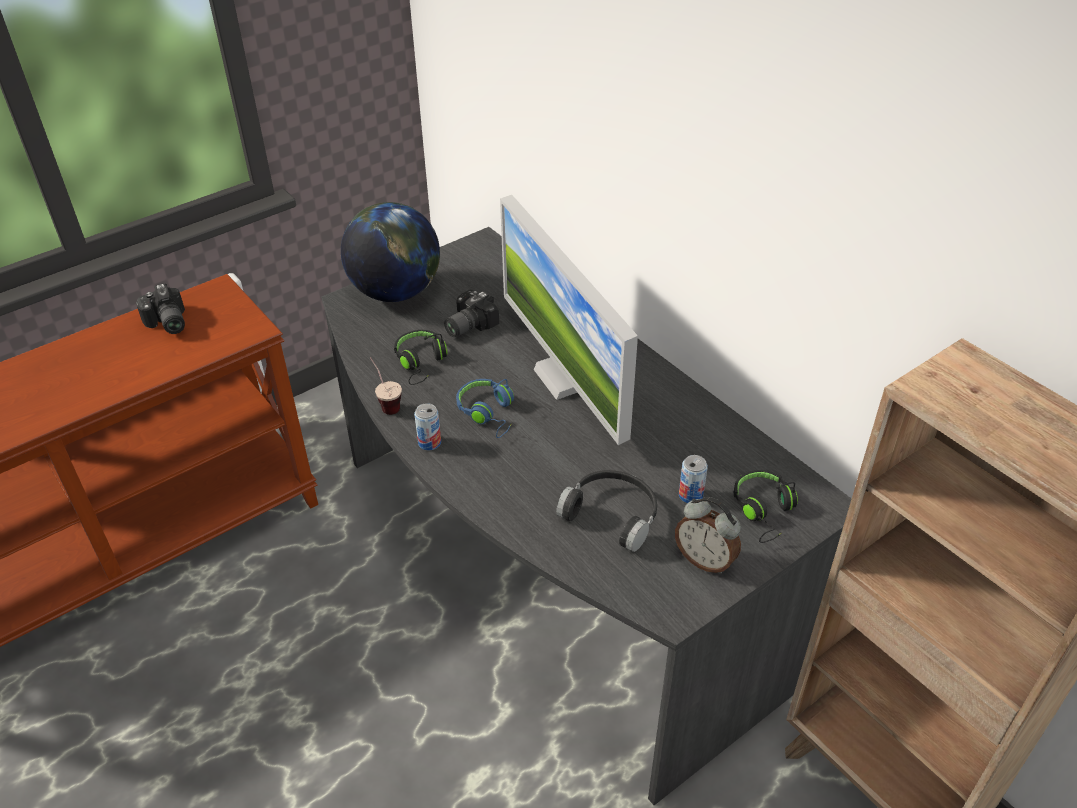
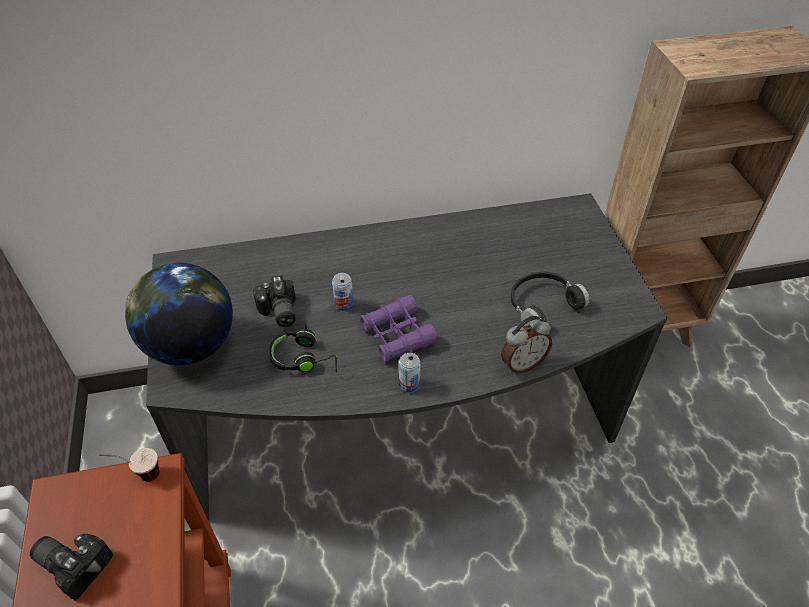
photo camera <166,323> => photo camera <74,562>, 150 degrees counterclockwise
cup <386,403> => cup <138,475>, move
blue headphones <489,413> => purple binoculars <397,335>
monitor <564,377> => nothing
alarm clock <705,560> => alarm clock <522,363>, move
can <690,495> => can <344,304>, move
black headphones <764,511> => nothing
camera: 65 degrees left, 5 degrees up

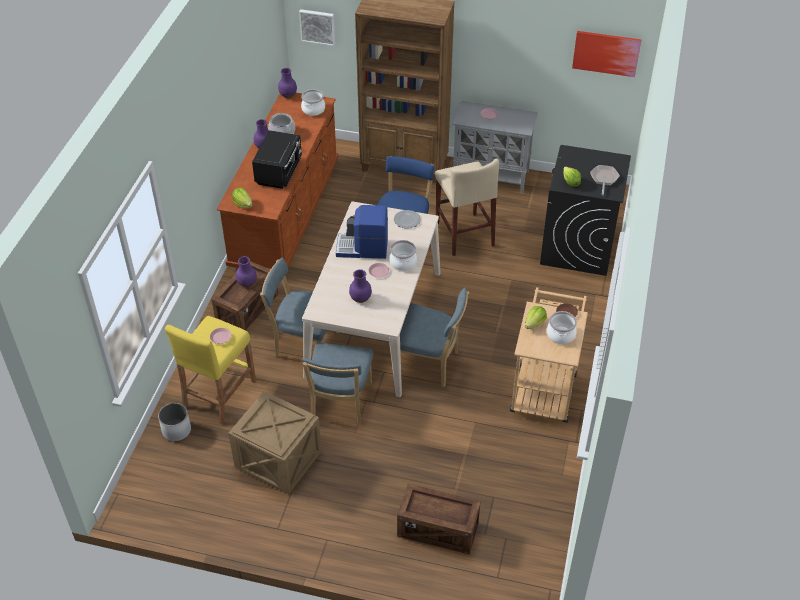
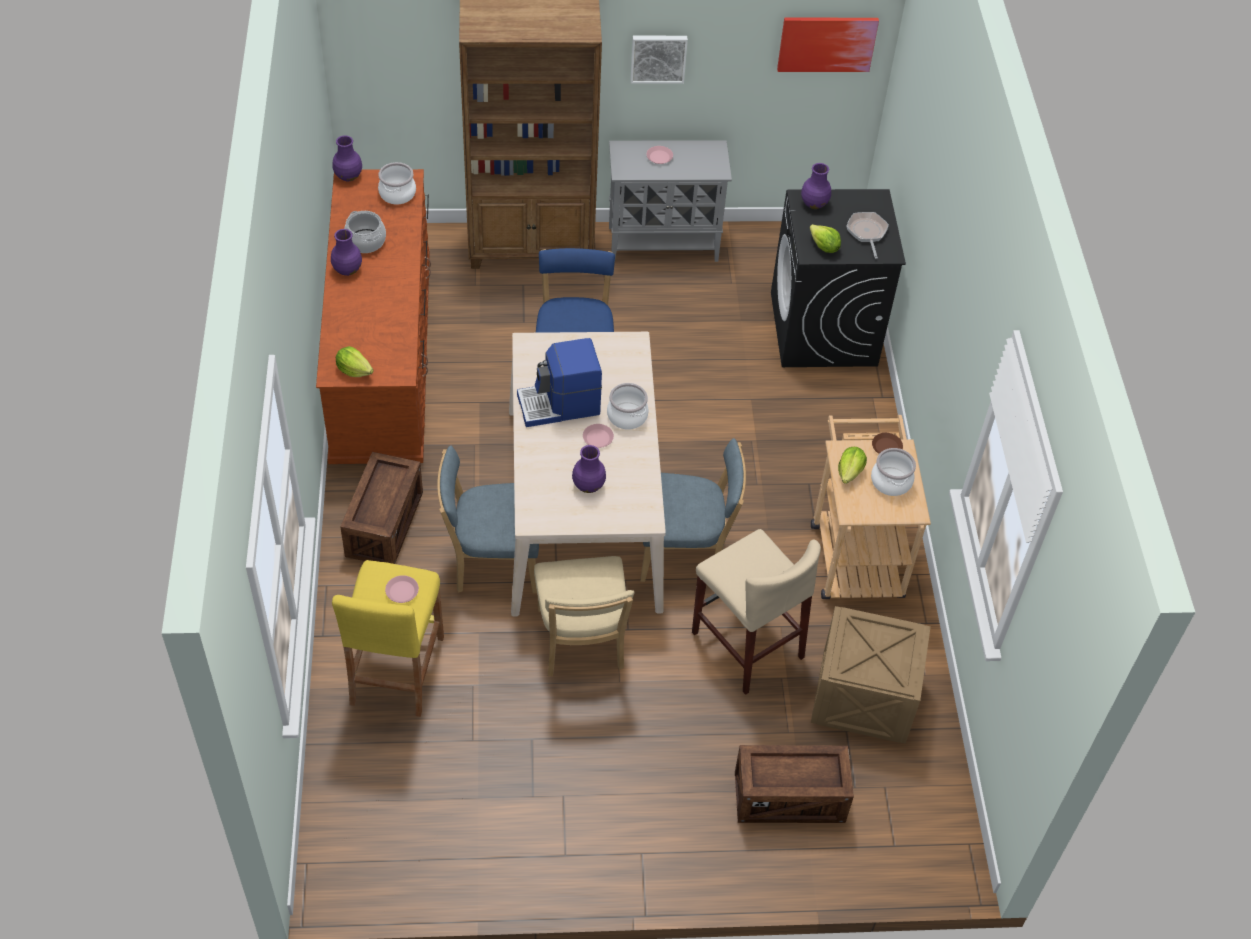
white planter <177,430> => nothing
crate <279,460> => crate <865,698>, move
purple vase <246,283> => purple vase <813,204>, move
black microwave <279,172> => nothing
picture <317,26> => picture <658,57>, move
blue chair <340,404> => beige chair <581,643>
plate <407,220> => nothing
beige stool <464,234> => beige stool <747,645>, move
camera: 20 degrees left, 5 degrees up

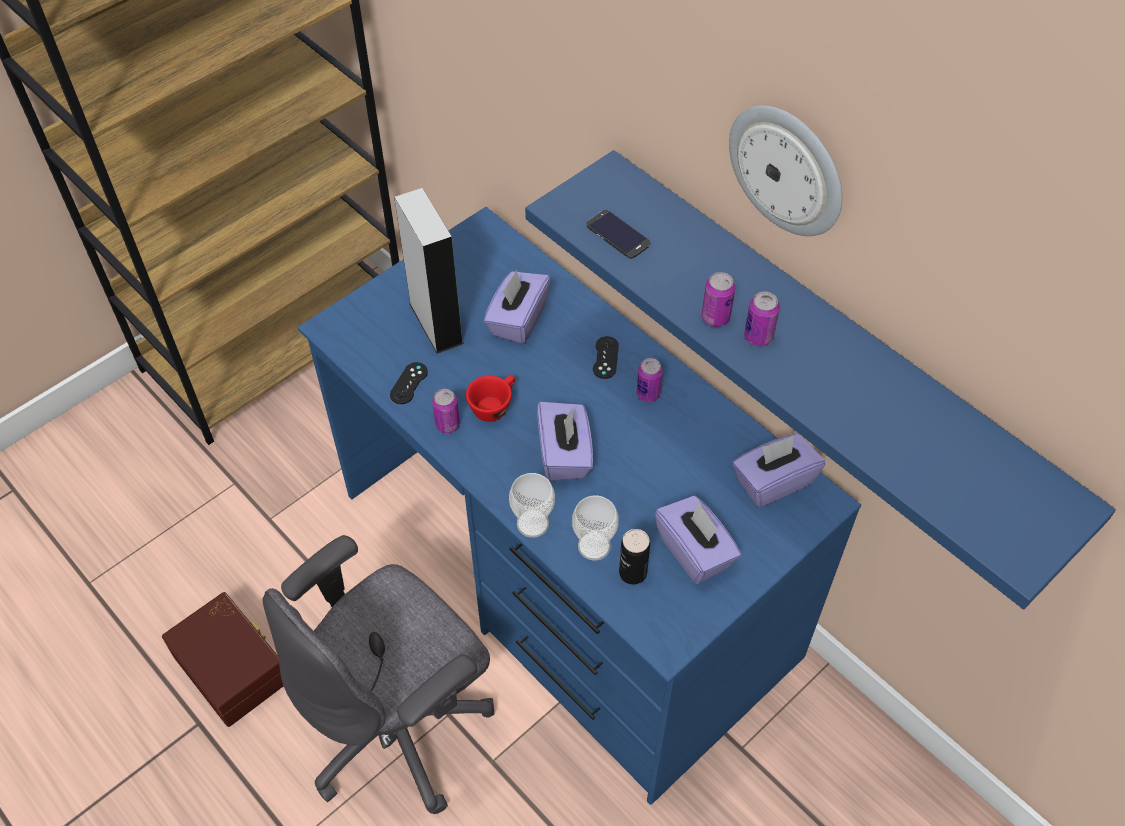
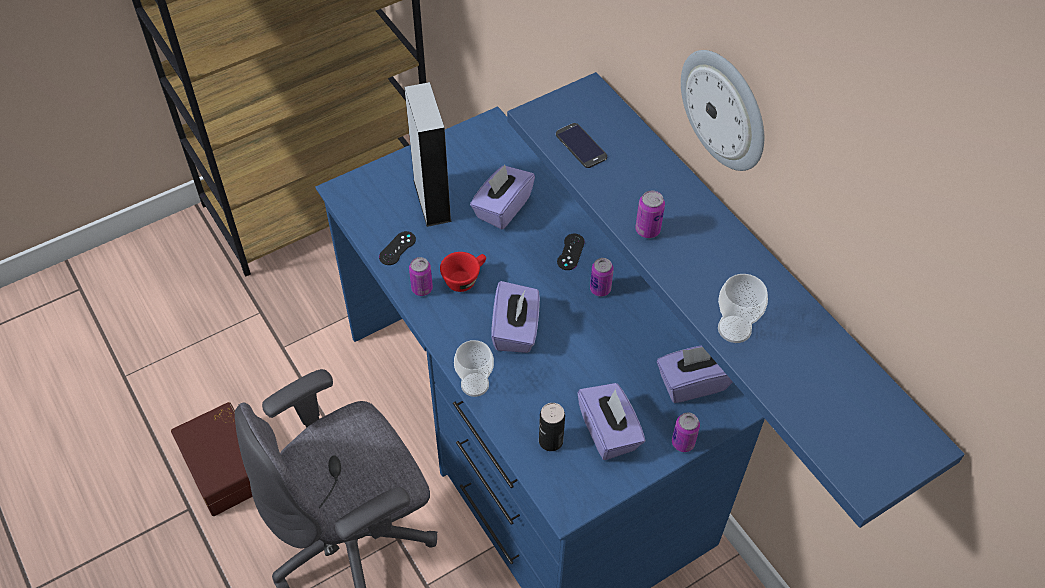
cup <594,546> => cup <734,329>, move
can <758,337> => can <683,443>, move
camera: 10 degrees right, 0 degrees up

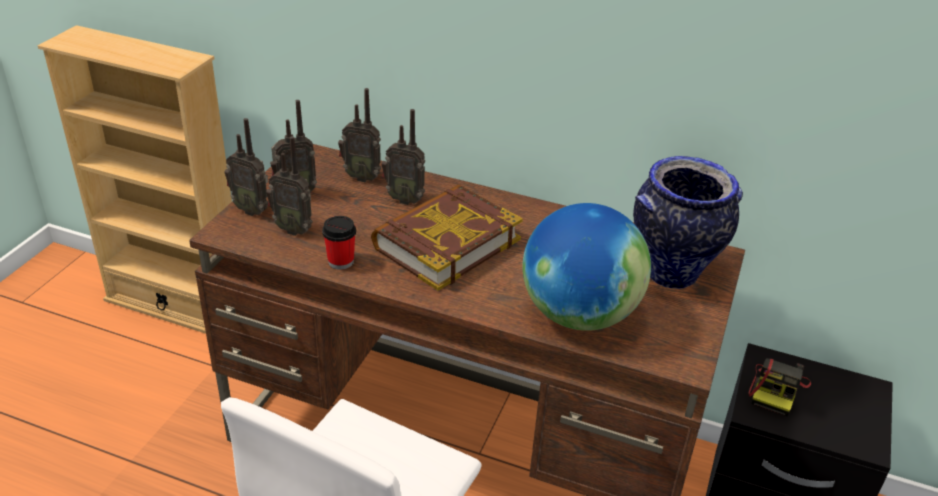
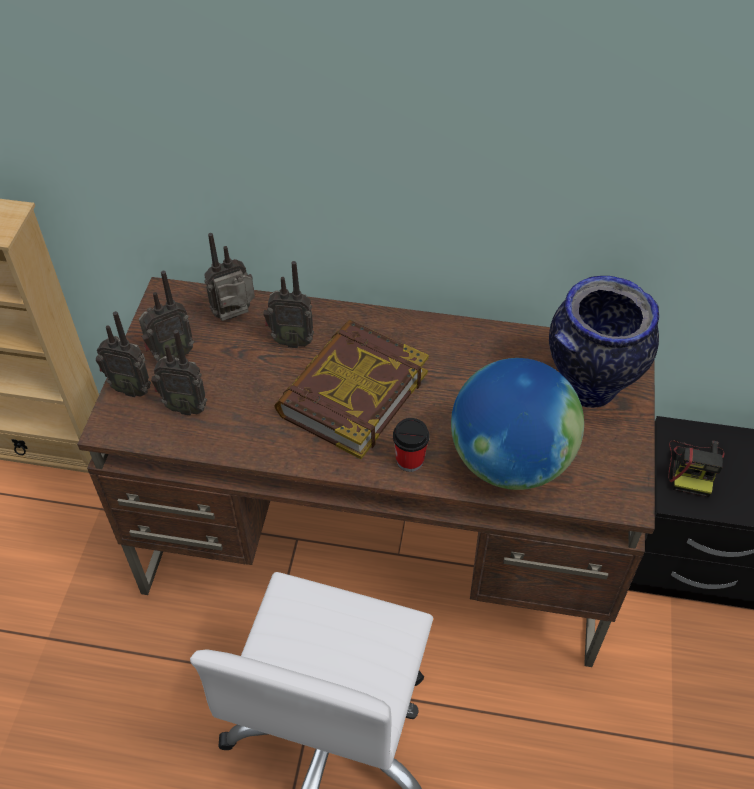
cup <341,261> => cup <410,460>, move
radio <362,177> => radio <236,317>, 150 degrees clockwise
camera: 10 degrees left, 15 degrees up

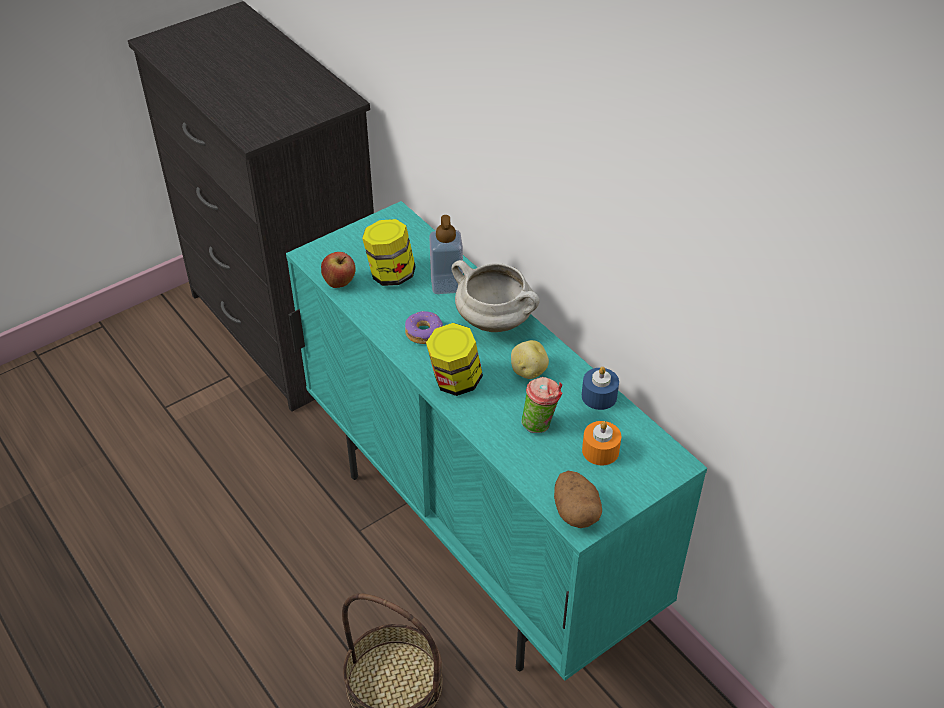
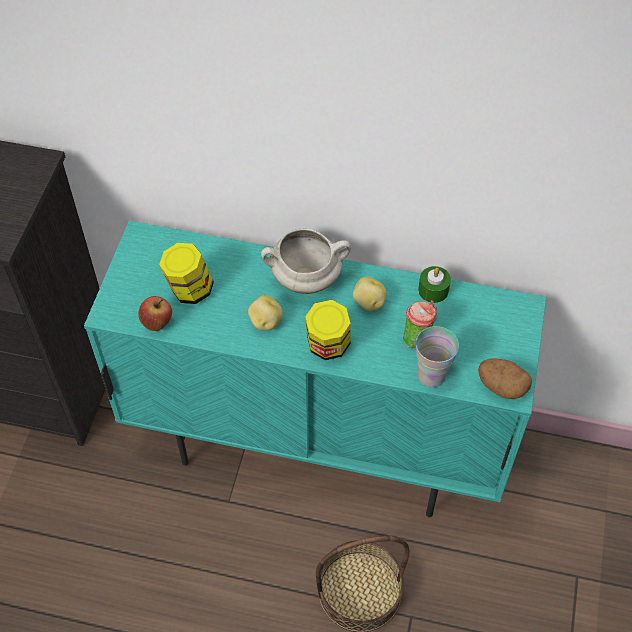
donut <424,332> => potato <265,322>
soap dispenser <446,284> => nothing
blue candle <599,396> => green candle <433,290>
orange candle <600,451> => nothing
nothing => cup <431,375>
camera: 40 degrees left, 10 degrees up

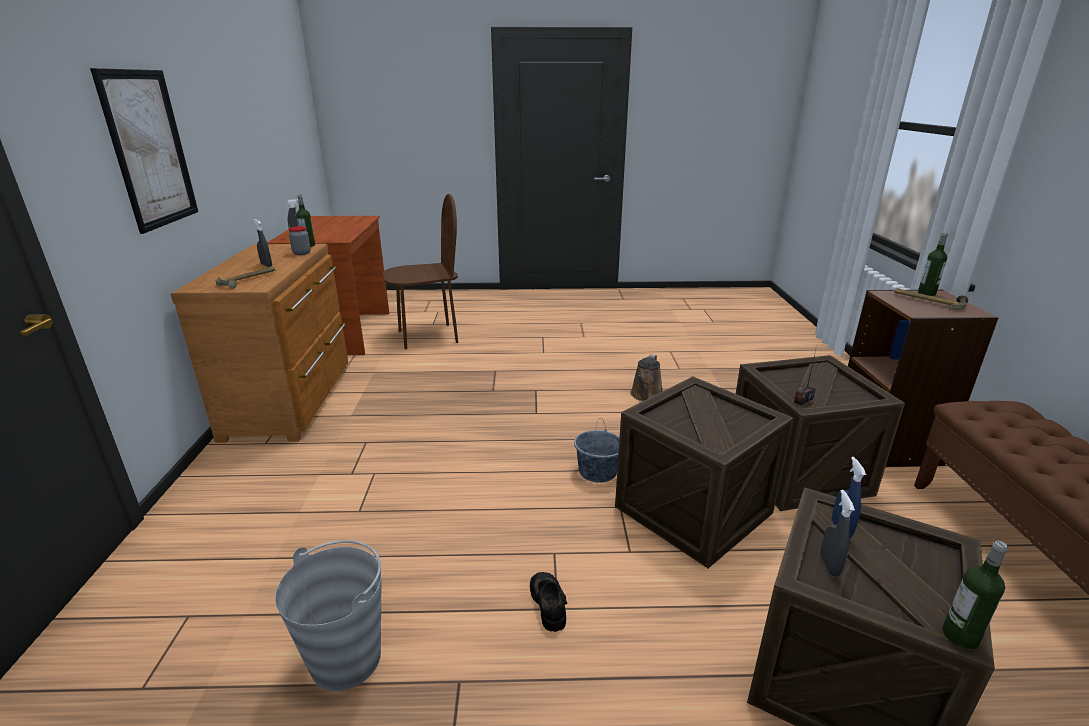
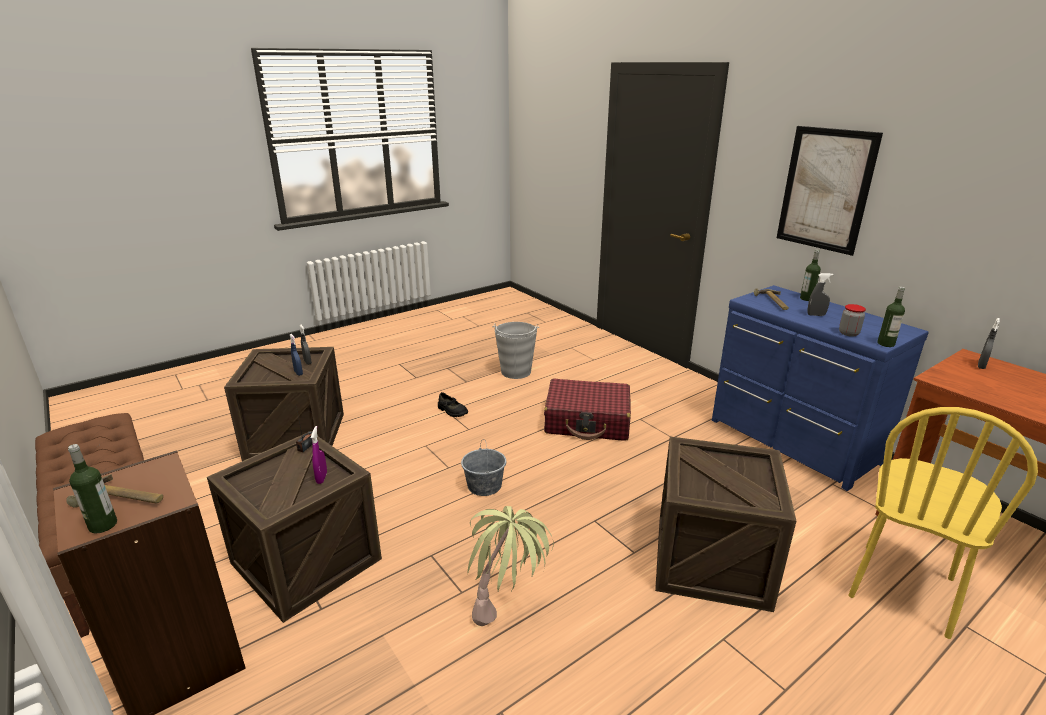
brown dresser <293,399> => blue dresser <792,442>
brown chair <428,336> => yellow chair <903,588>
crate <693,510> => crate <711,560>, move
brown watering can <646,395> => potted plant <508,608>
bottle <960,636> => bottle <806,298>, move
nothing => purple spray bottle <321,478>
nothing => red suitcase <587,421>
camera: 145 degrees right, 0 degrees up

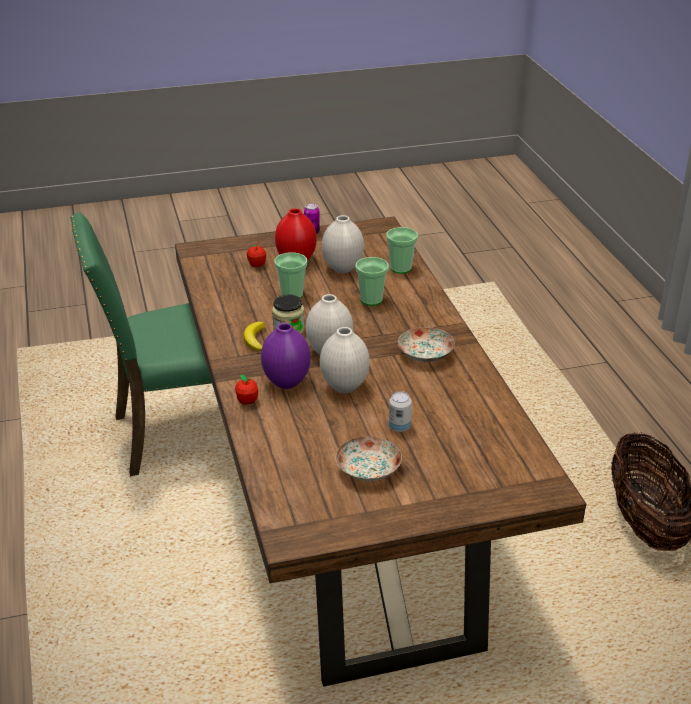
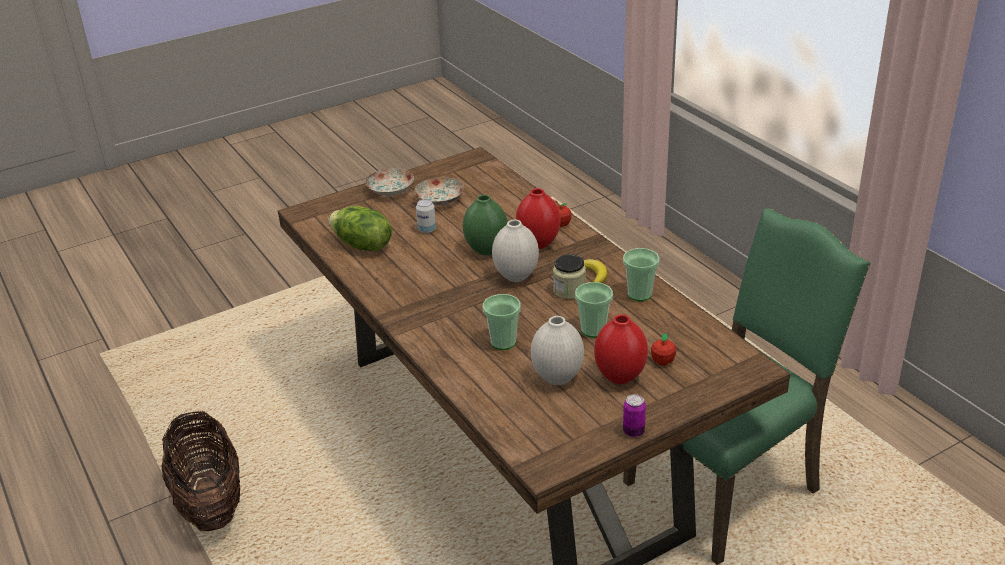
purple vase <286,383> => red vase <538,243>
white vase <345,387> => green vase <485,250>
cup <400,268> => cup <639,294>, move
plate <425,354> => plate <390,190>, move
nothing => lettuce <362,245>
camera: 165 degrees right, 0 degrees up

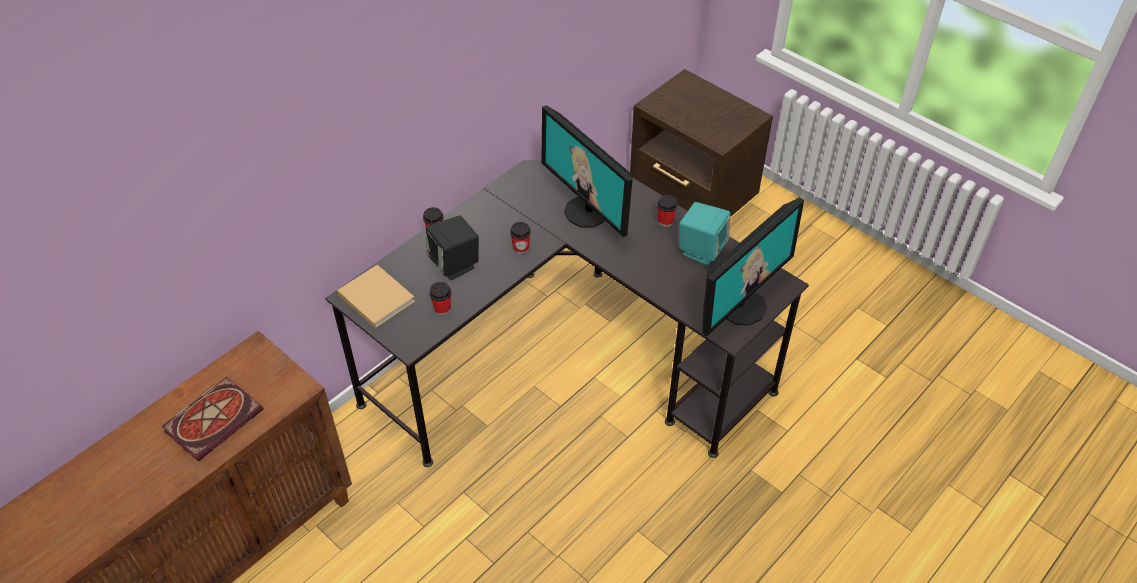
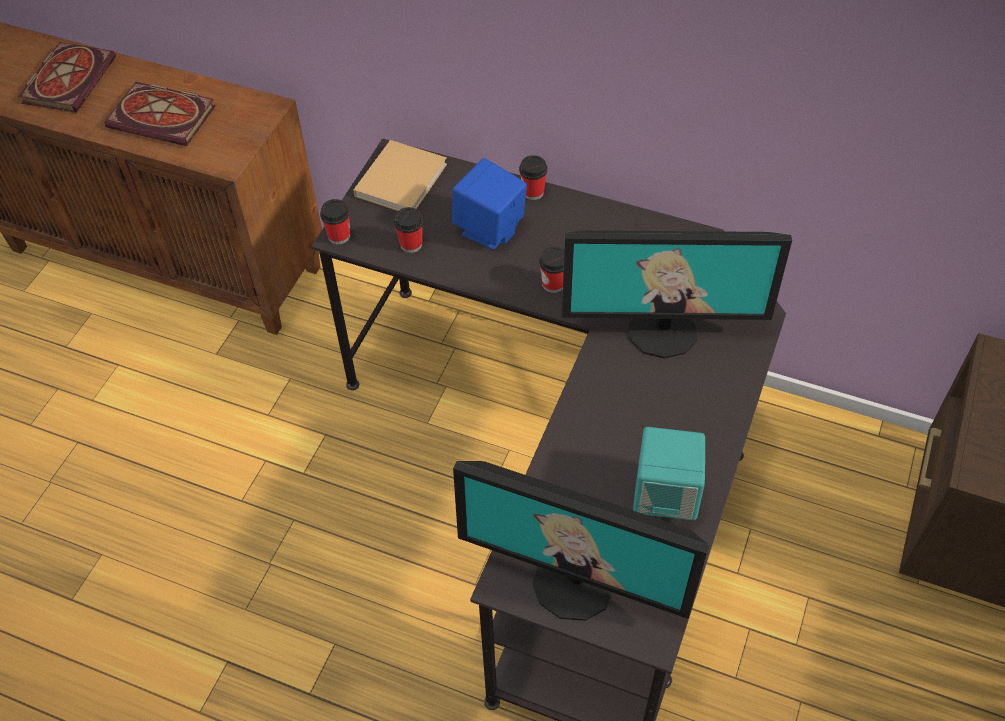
black speaker <455,264> => blue speaker <490,230>
monitor <586,212> => monitor <663,331>, 120 degrees counterclockwise
cup <665,221> => cup <339,236>, move
nothing => book <69,79>
camera: 70 degrees right, 5 degrees up

